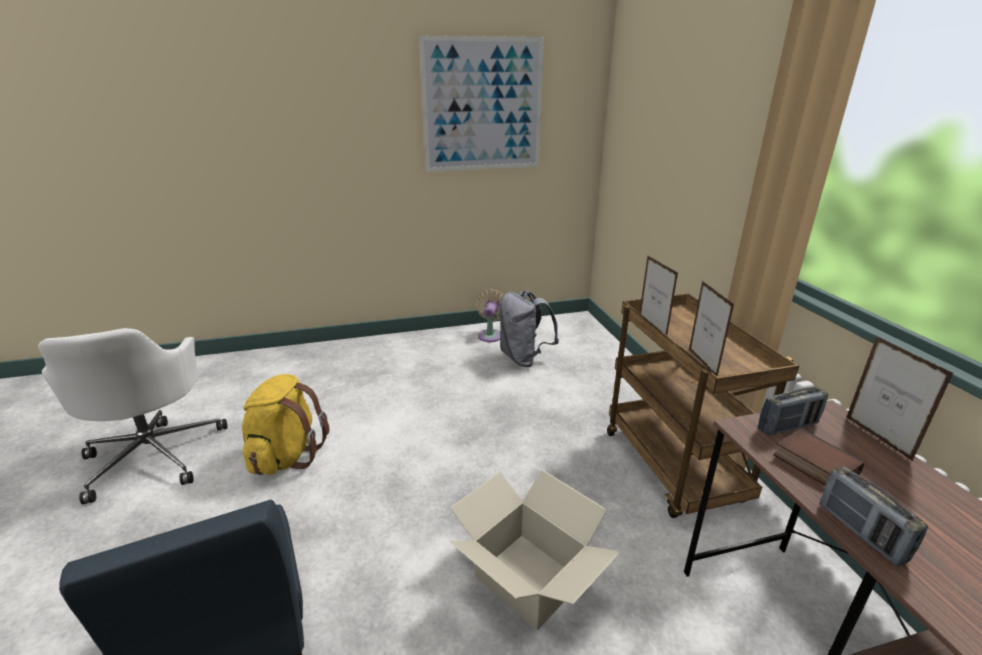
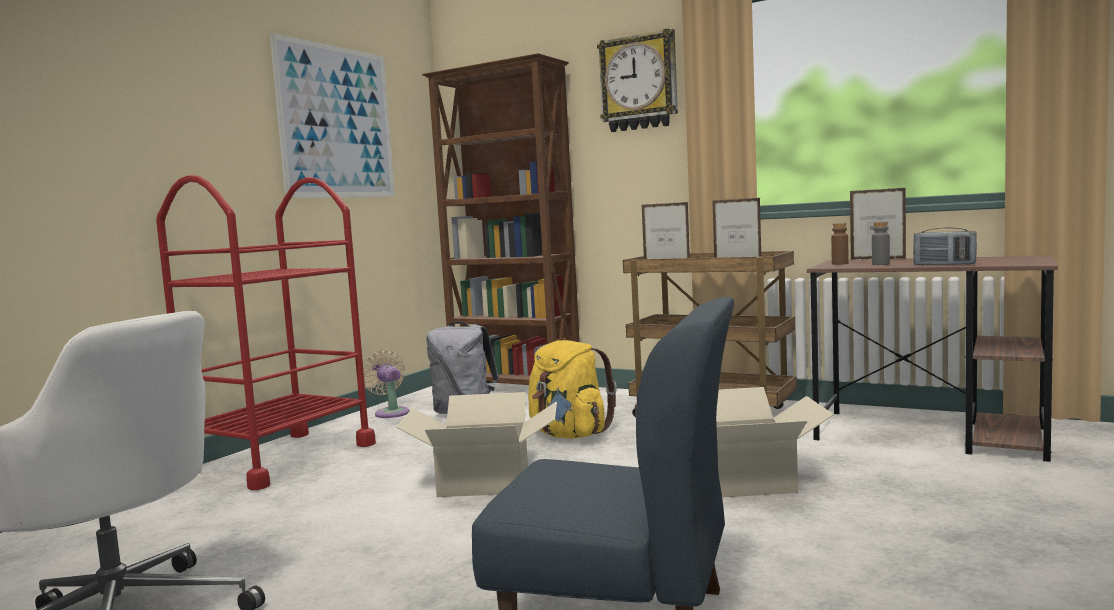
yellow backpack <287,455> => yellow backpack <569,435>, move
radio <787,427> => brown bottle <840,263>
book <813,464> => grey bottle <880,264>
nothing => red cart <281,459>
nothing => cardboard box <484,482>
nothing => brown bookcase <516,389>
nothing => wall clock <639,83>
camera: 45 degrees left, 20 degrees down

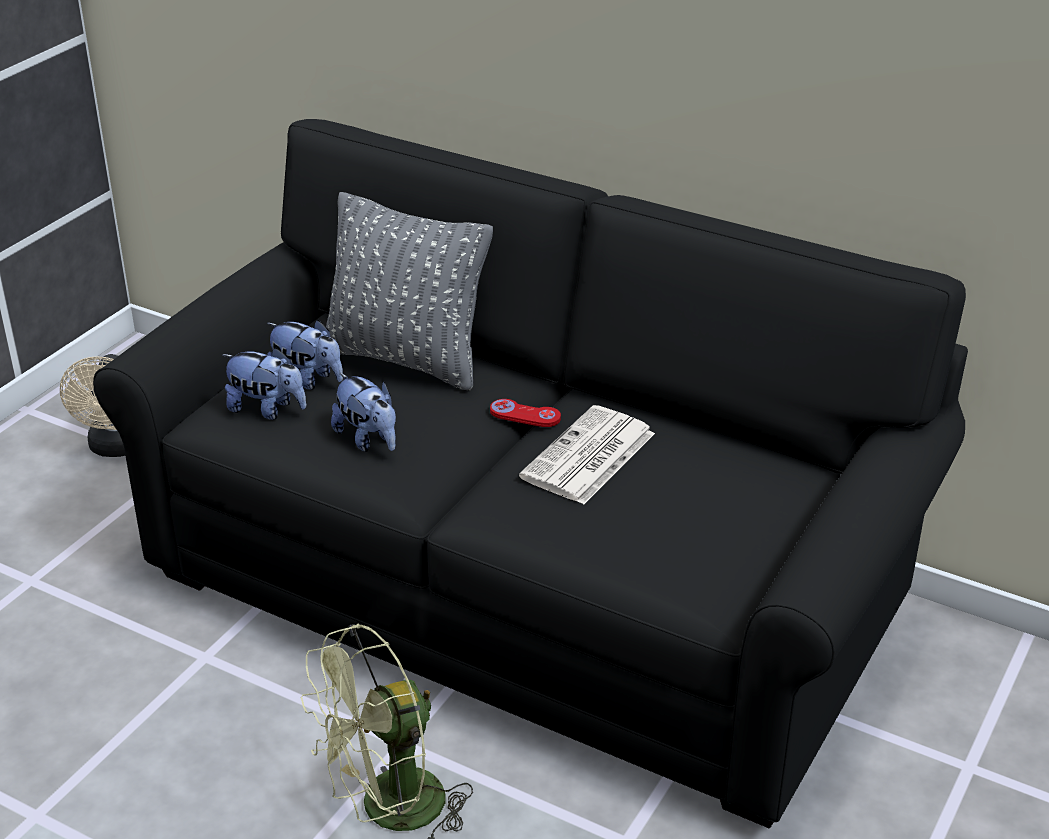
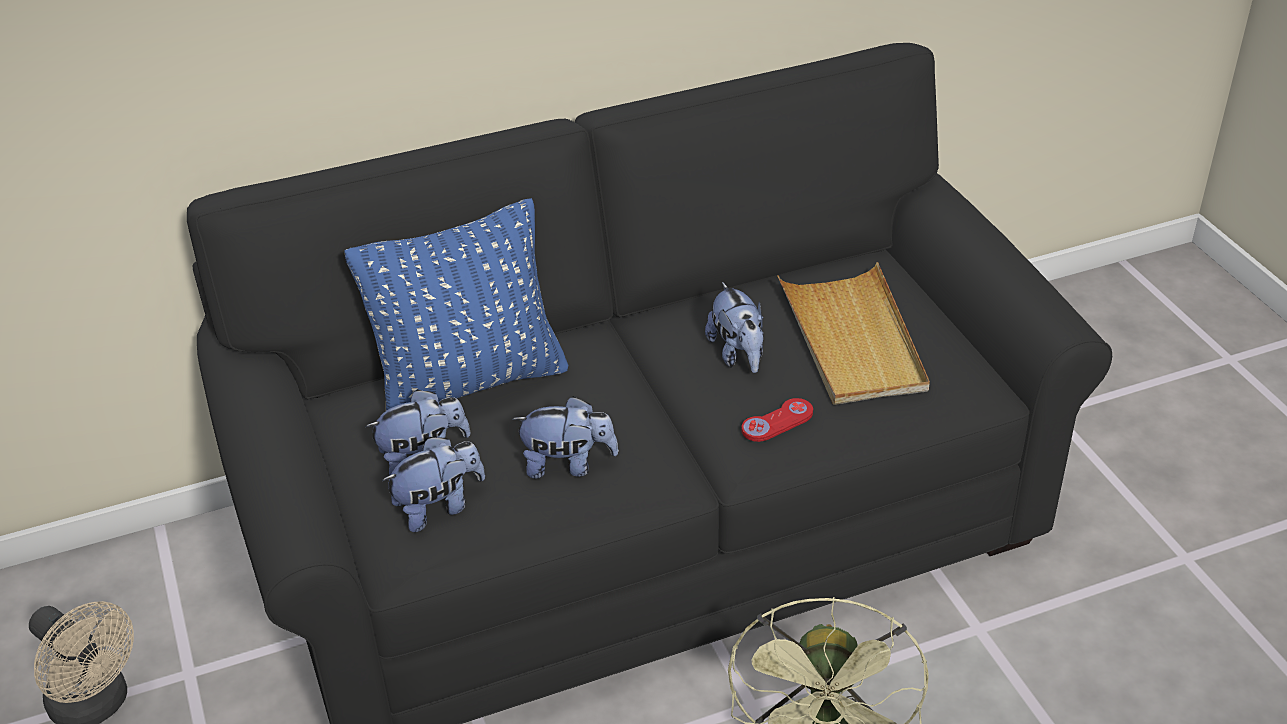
grey pillow <406,359> => blue pillow <470,383>
red game controller <525,415> => red game controller <777,422>, move
newspaper <588,457> => plush toy <738,354>
nothing => beige tray <852,340>
camera: 50 degrees left, 5 degrees up

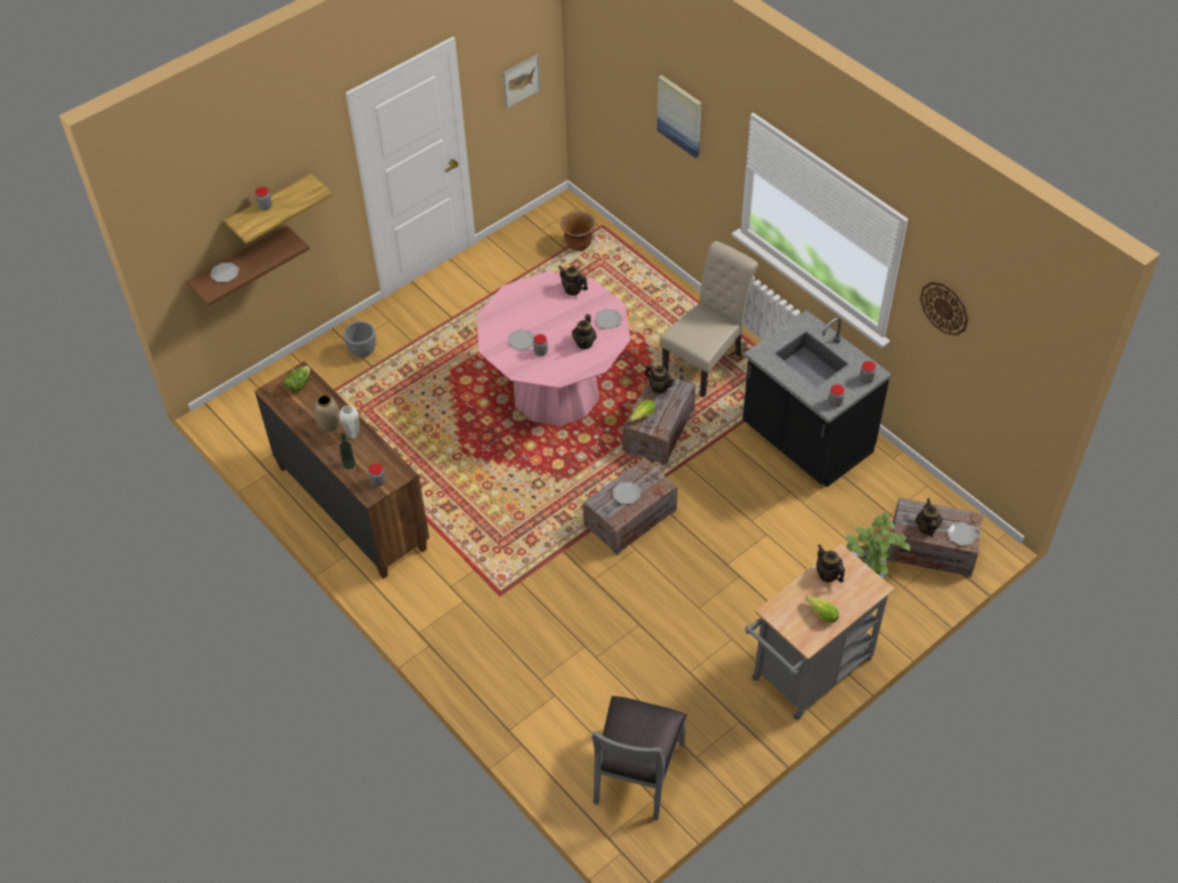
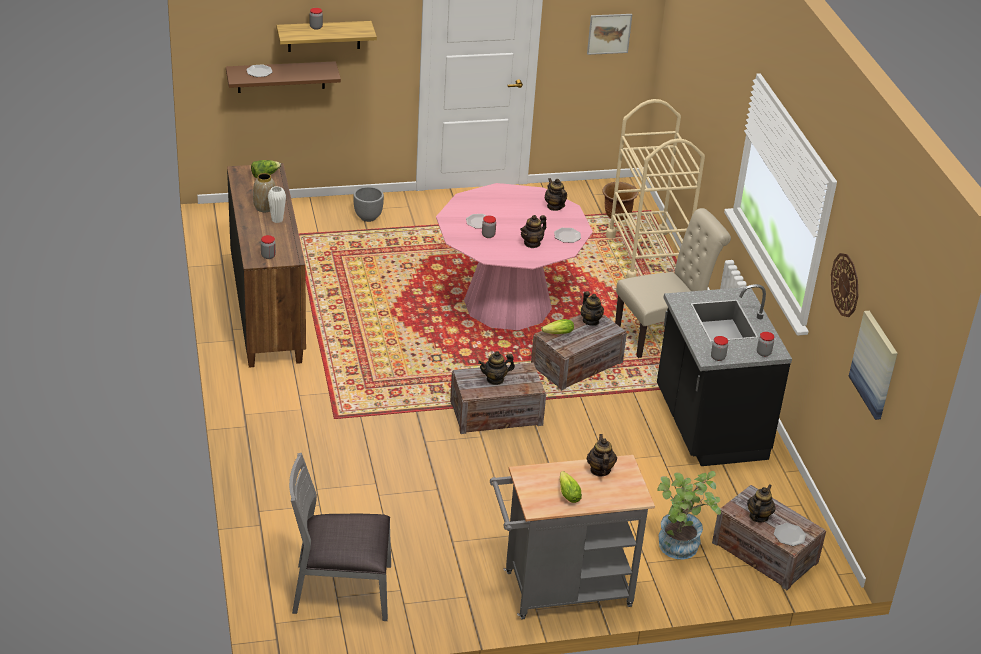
bottle <349,464> => nothing
grey chair <637,772> => grey chair <341,590>, 45 degrees clockwise
plate <626,494> => teapot <495,379>
picture <680,115> => picture <875,364>, move
nothing => beige cart <647,255>
camera: 25 degrees right, 15 degrees down

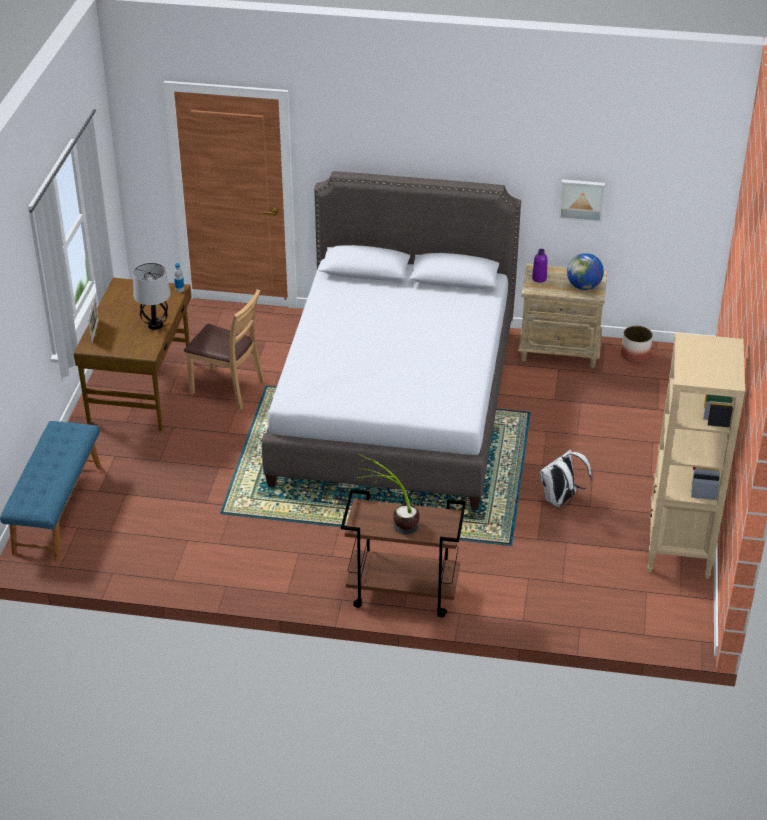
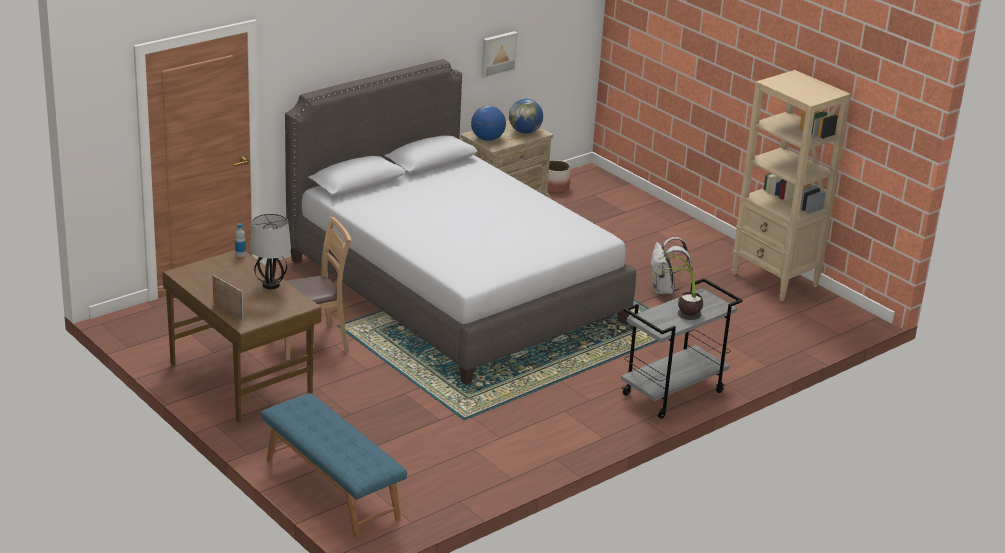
brown cart <402,593> => grey cart <672,394>
purple bottle <539,278> => globe <487,139>
camera: 50 degrees left, 10 degrees down

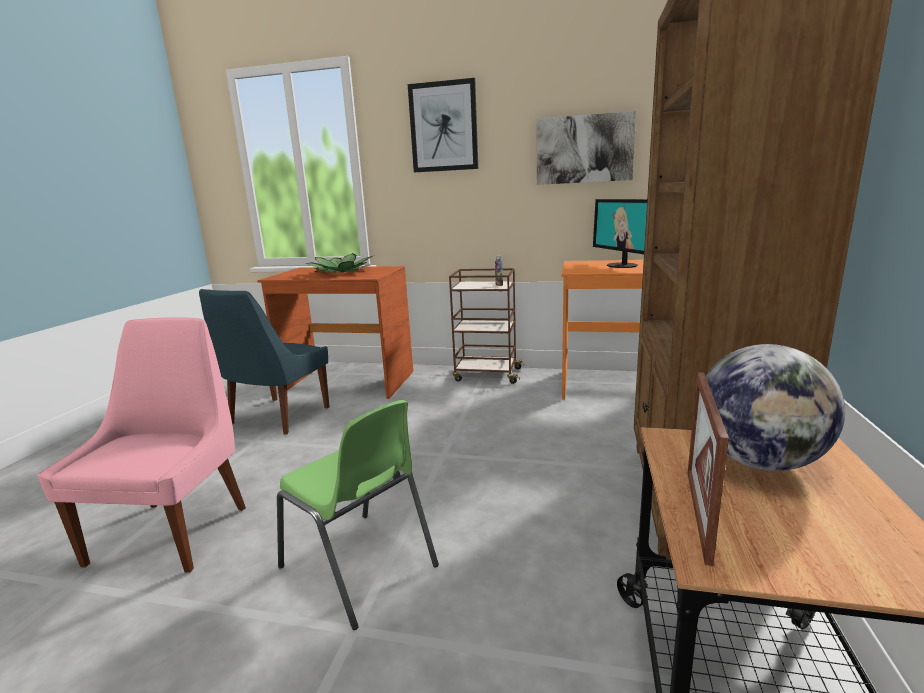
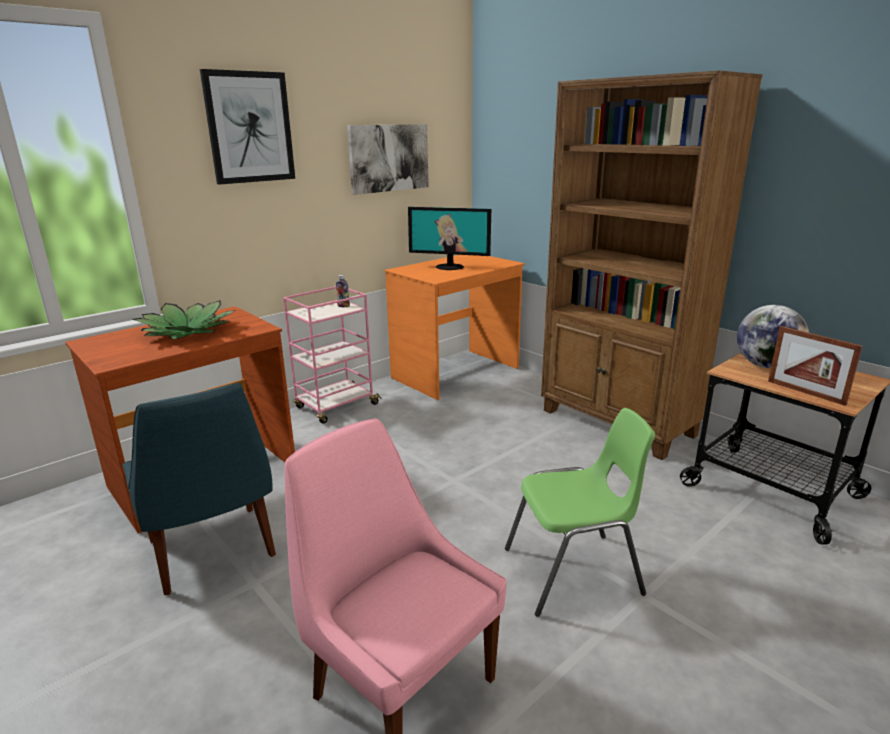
brown cart <487,375> => pink cart <336,406>
camera: 55 degrees left, 5 degrees up

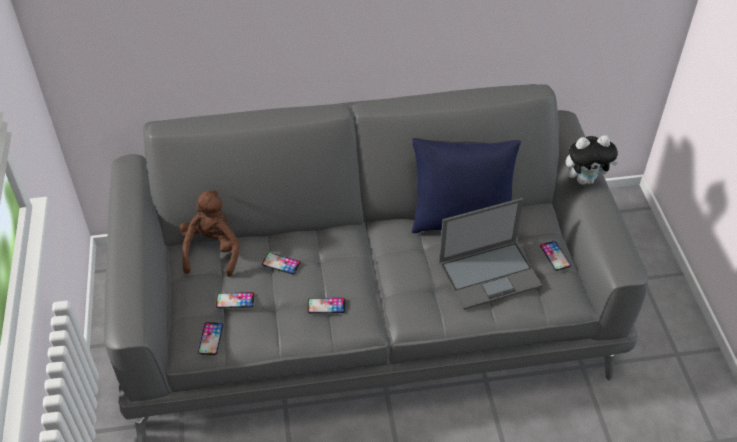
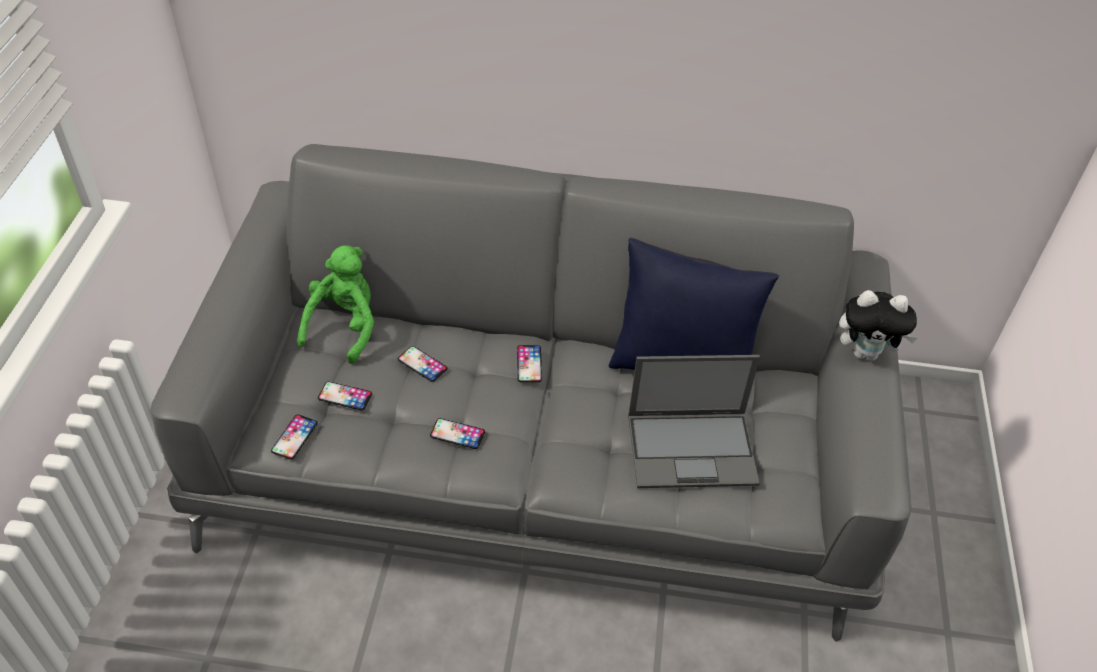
brown plush toy <212,251> => green plush toy <344,326>
phone <555,256> => phone <529,364>, move
camera: 15 degrees right, 0 degrees up

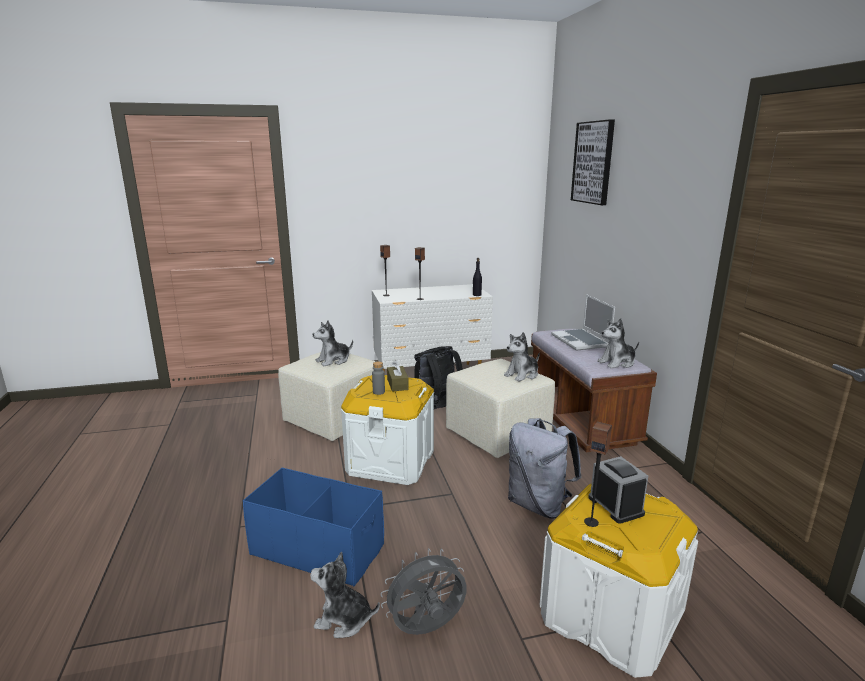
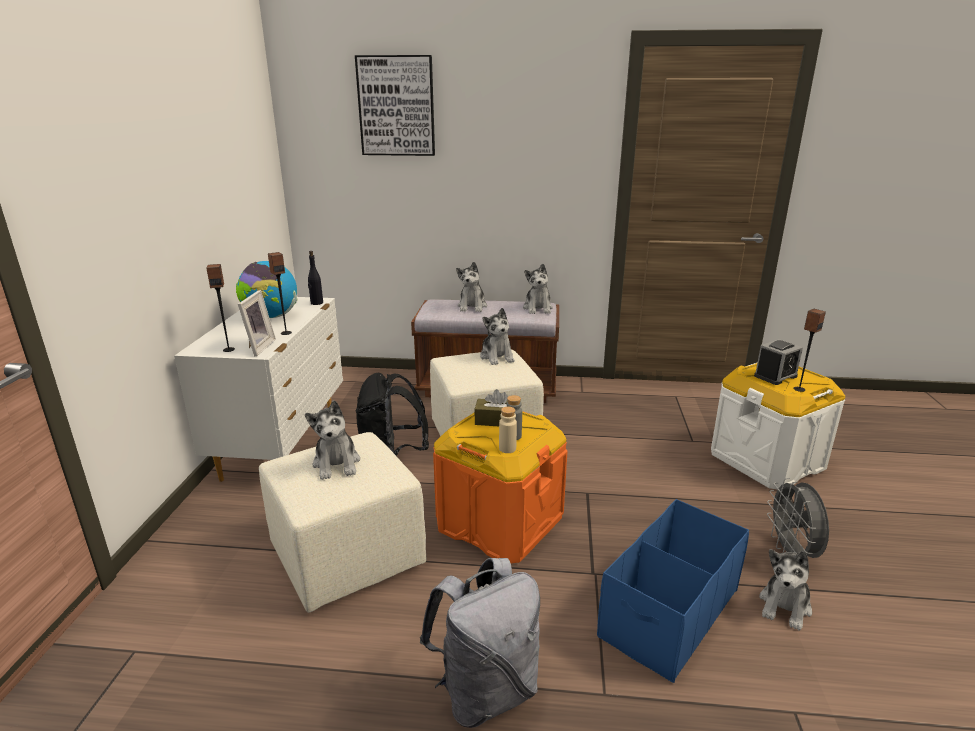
white storage box <390,461> => orange storage box <499,522>
grey backpack <539,505> => grey backpack <485,691>, move
laptop <581,341> => plush toy <472,306>
alarm clock <615,506> => alarm clock <775,376>, 150 degrees clockwise
nothing => globe <271,317>
nothing => picture frame <257,347>
nothing => beige bottle <507,448>
camera: 70 degrees left, 5 degrees up

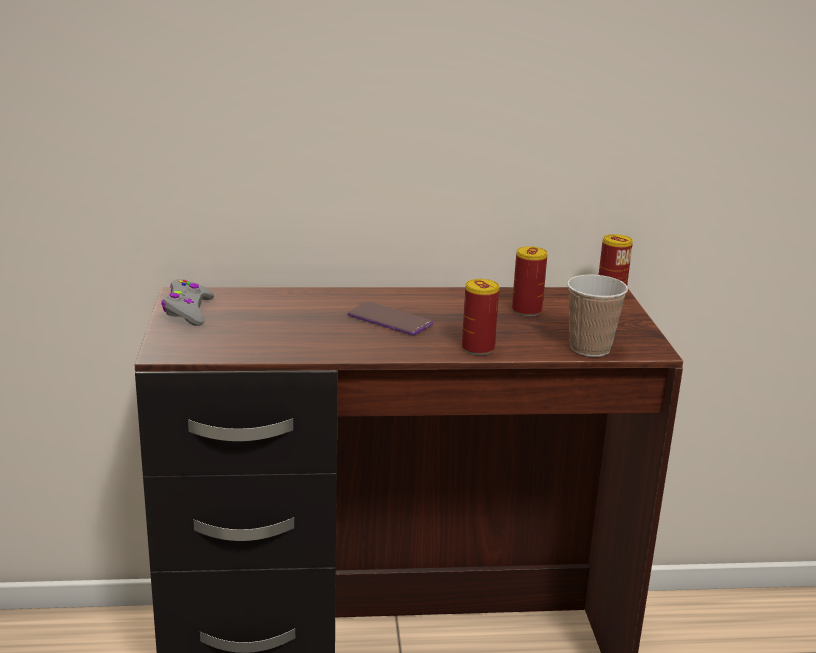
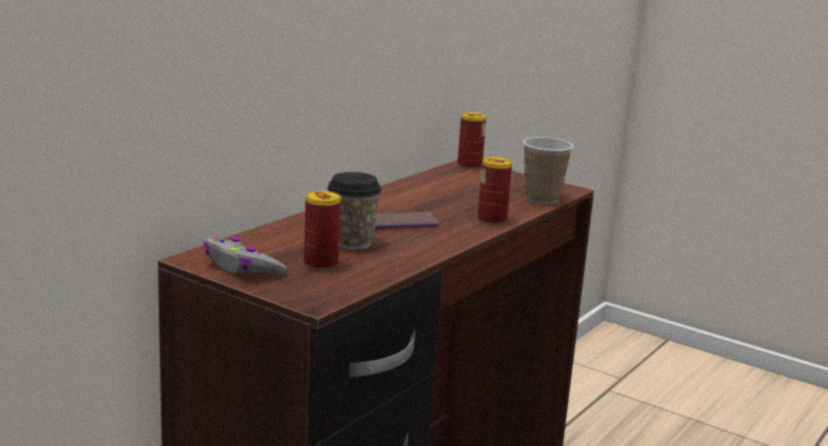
can <526,310> => can <320,264>, move
nothing => cup <352,243>
camera: 50 degrees left, 5 degrees down

